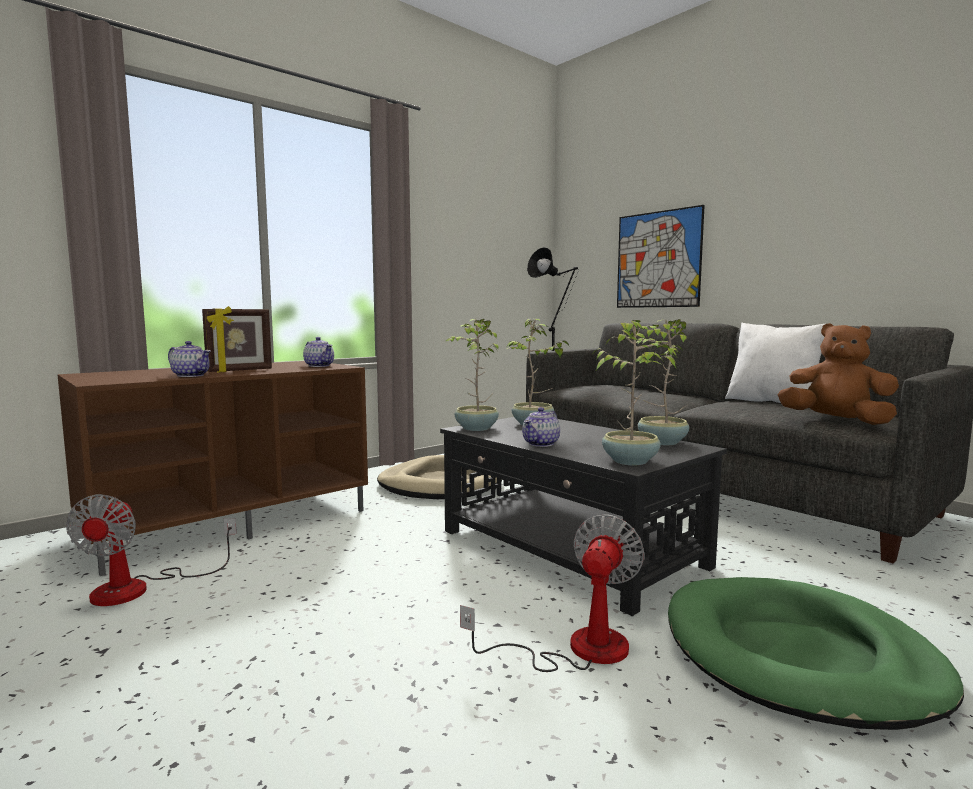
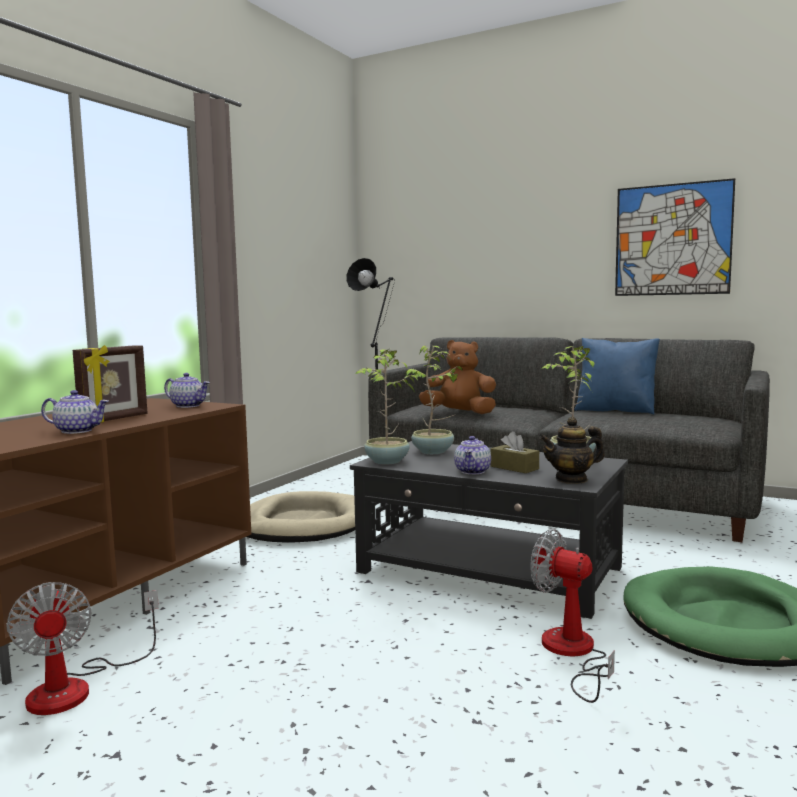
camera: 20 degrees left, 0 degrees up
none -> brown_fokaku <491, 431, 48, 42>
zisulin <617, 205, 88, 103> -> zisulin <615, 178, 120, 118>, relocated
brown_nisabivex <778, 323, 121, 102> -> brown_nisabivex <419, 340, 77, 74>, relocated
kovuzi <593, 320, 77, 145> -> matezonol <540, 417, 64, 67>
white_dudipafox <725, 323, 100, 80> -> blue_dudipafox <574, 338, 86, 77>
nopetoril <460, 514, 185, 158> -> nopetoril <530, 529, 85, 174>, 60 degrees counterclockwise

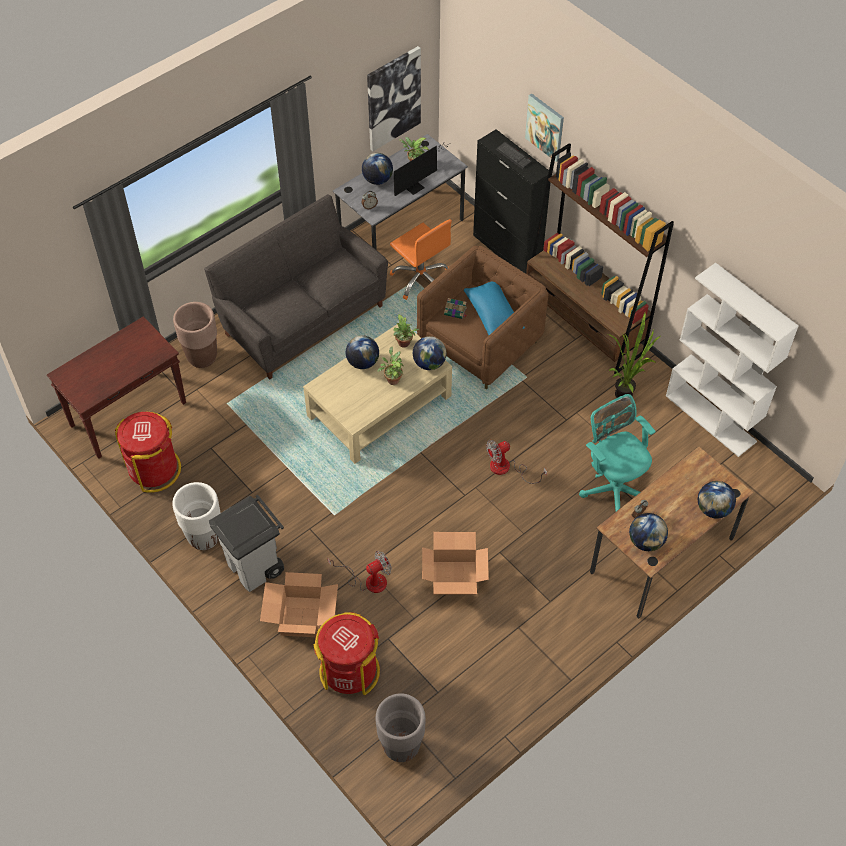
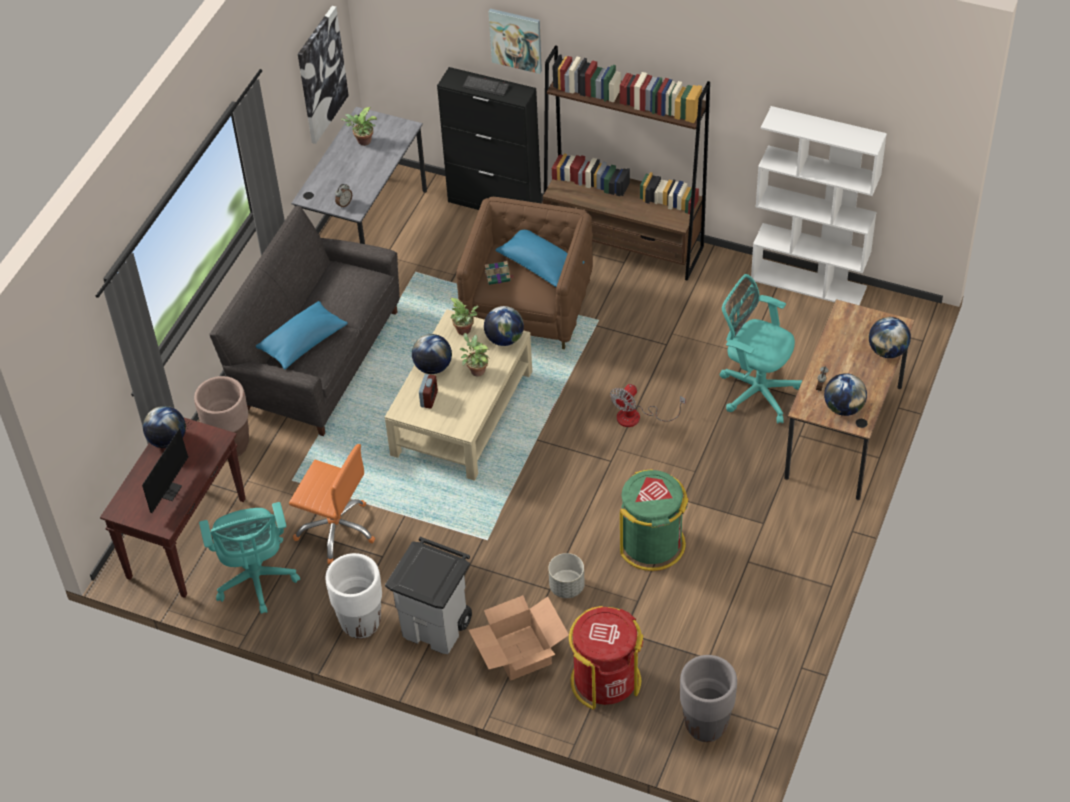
camera: 25 degrees left, 5 degrees down
kovuzi <606, 313, 54, 85> -> none
none -> blue_dudipafox <256, 301, 92, 68>
none -> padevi <419, 374, 19, 35>
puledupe <362, 153, 31, 32> -> puledupe <143, 406, 43, 42>, relocated
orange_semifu <390, 219, 62, 81> -> orange_semifu <289, 444, 86, 120>, relocated
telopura <394, 143, 50, 53> -> telopura <142, 421, 49, 92>, relocated
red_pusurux <115, 412, 66, 80> -> turquoise_semifu <199, 502, 101, 112>
nopetoril <327, 551, 65, 42> -> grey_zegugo <548, 553, 37, 45>
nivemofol <422, 532, 67, 63> -> green_pusurux <620, 469, 68, 102>

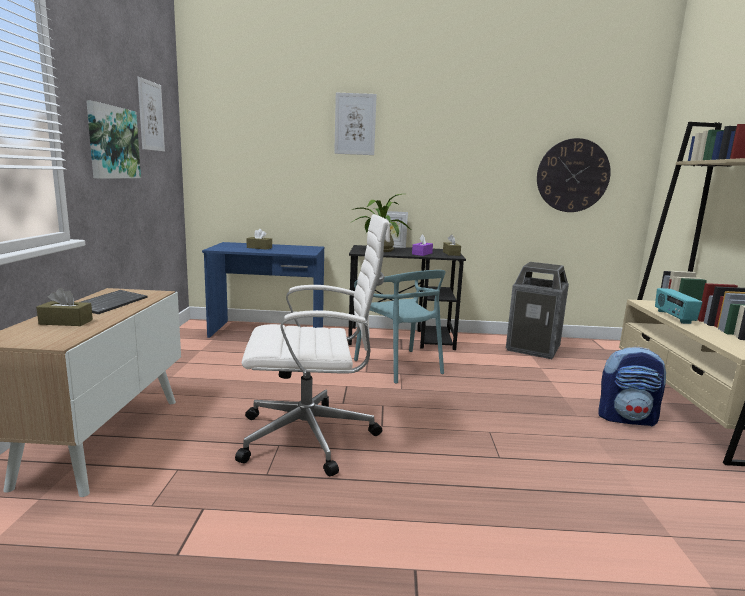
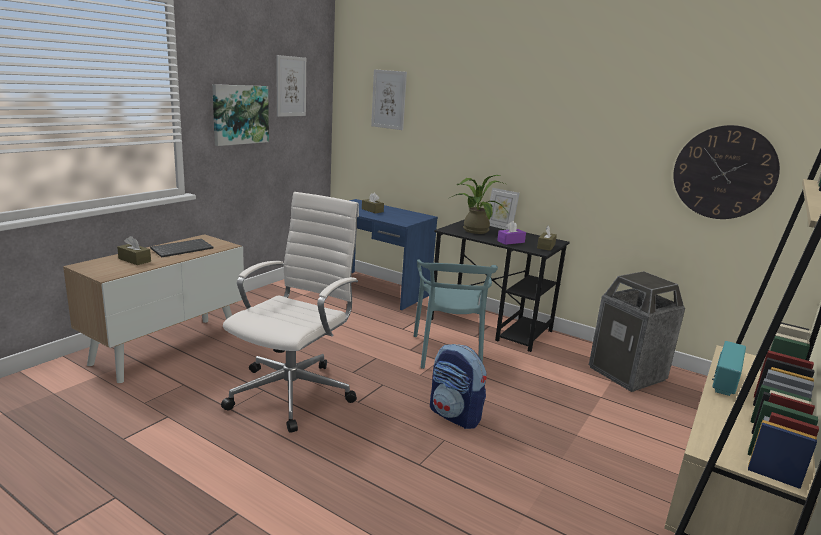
camera: 30 degrees right, 5 degrees up
zisulin <334, 93, 43, 62> -> zisulin <371, 69, 36, 61>, relocated
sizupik <598, 347, 68, 80> -> sizupik <430, 344, 57, 85>, relocated
white_semifu <235, 214, 155, 262> -> white_semifu <221, 192, 138, 241>, 90 degrees counterclockwise

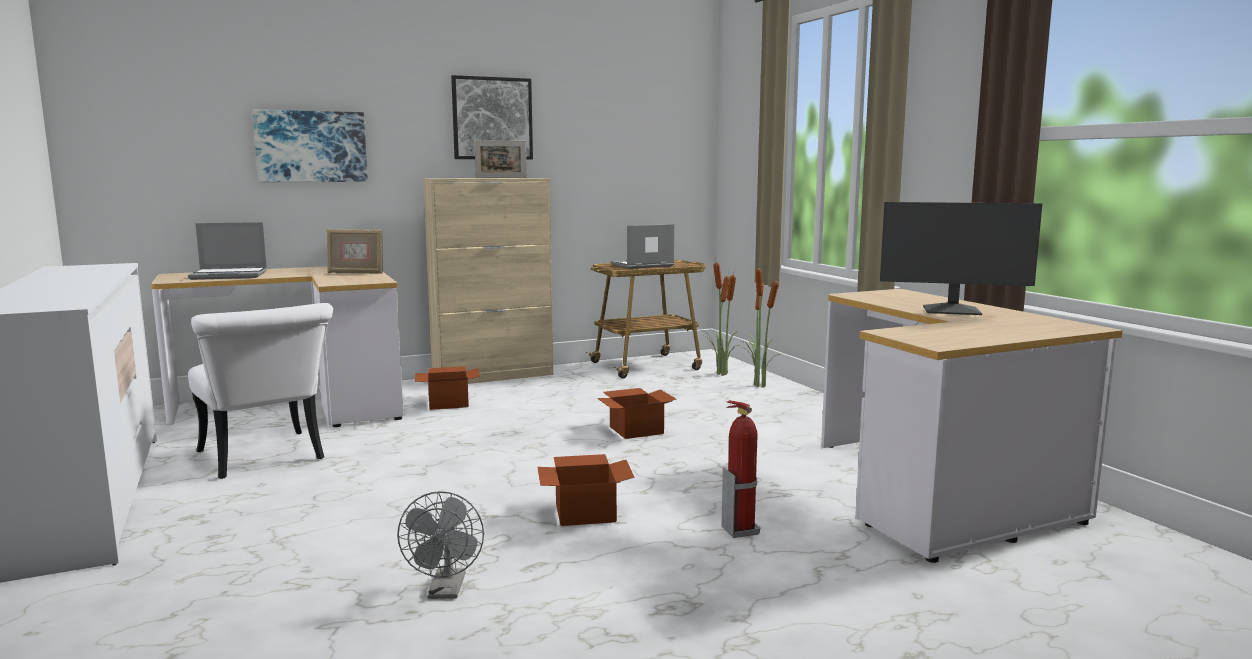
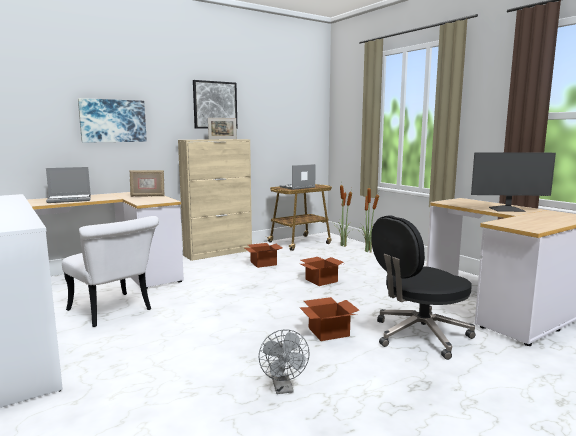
camera: 10 degrees left, 0 degrees up
nivemofol <415, 366, 65, 44> -> nivemofol <245, 243, 38, 25>, relocated
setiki <721, 400, 39, 138> -> black_semifu <371, 215, 105, 145>

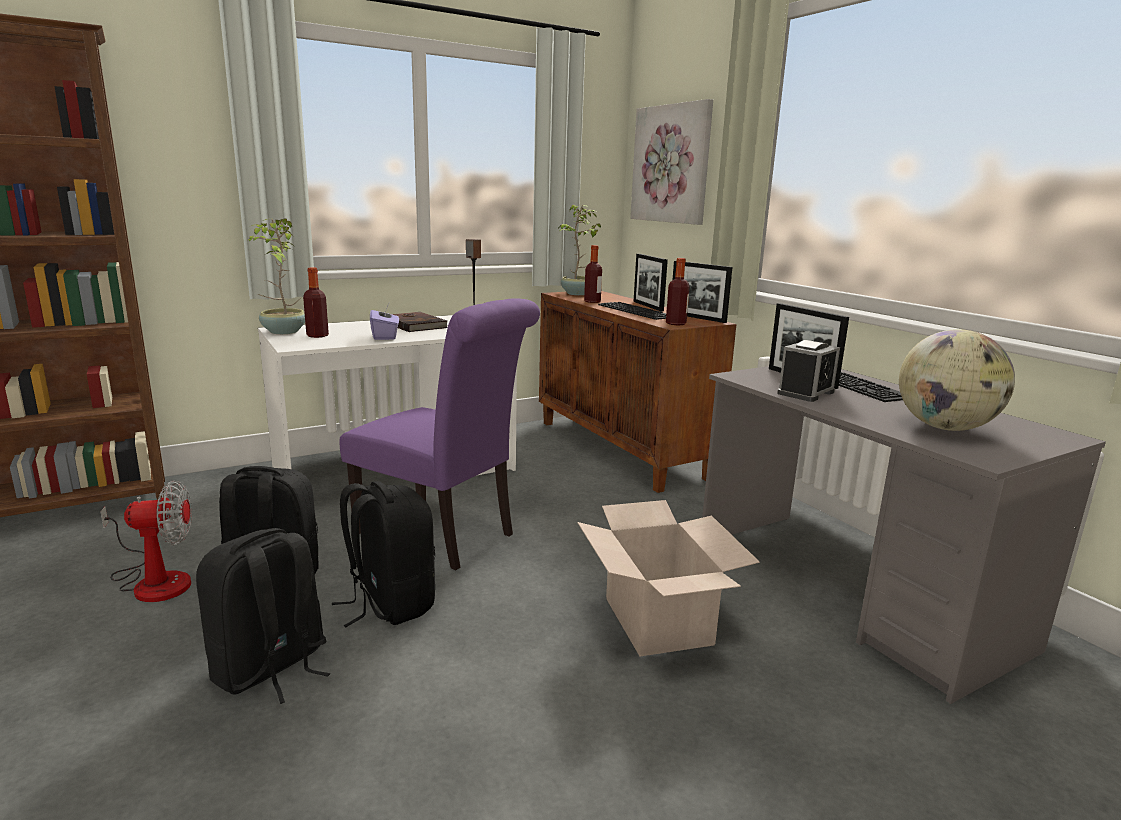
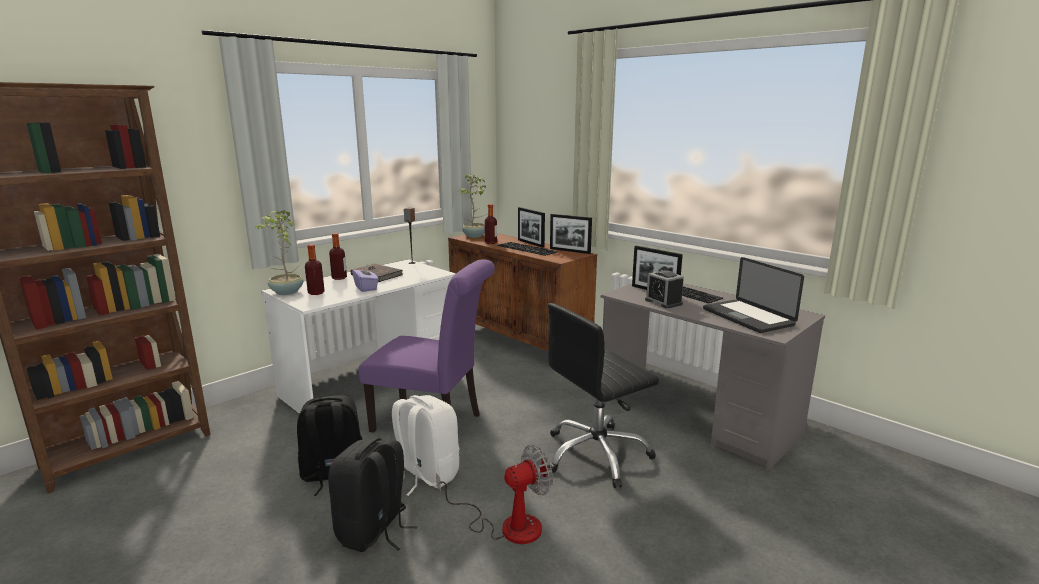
camera: 15 degrees left, 0 degrees up
zisulin <630, 99, 83, 126> -> none
nopetoril <100, 480, 92, 122> -> nopetoril <436, 445, 117, 99>, relocated
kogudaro <666, 258, 24, 68> -> kogudaro <329, 233, 18, 47>, relocated
nivemofol <577, 500, 183, 156> -> black_semifu <548, 303, 111, 185>
puledupe <899, 329, 116, 102> -> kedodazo <703, 257, 101, 76>
black_sizupik <332, 481, 103, 146> -> white_sizupik <392, 395, 67, 101>
padevi <777, 340, 63, 62> -> padevi <645, 270, 39, 38>, 120 degrees clockwise

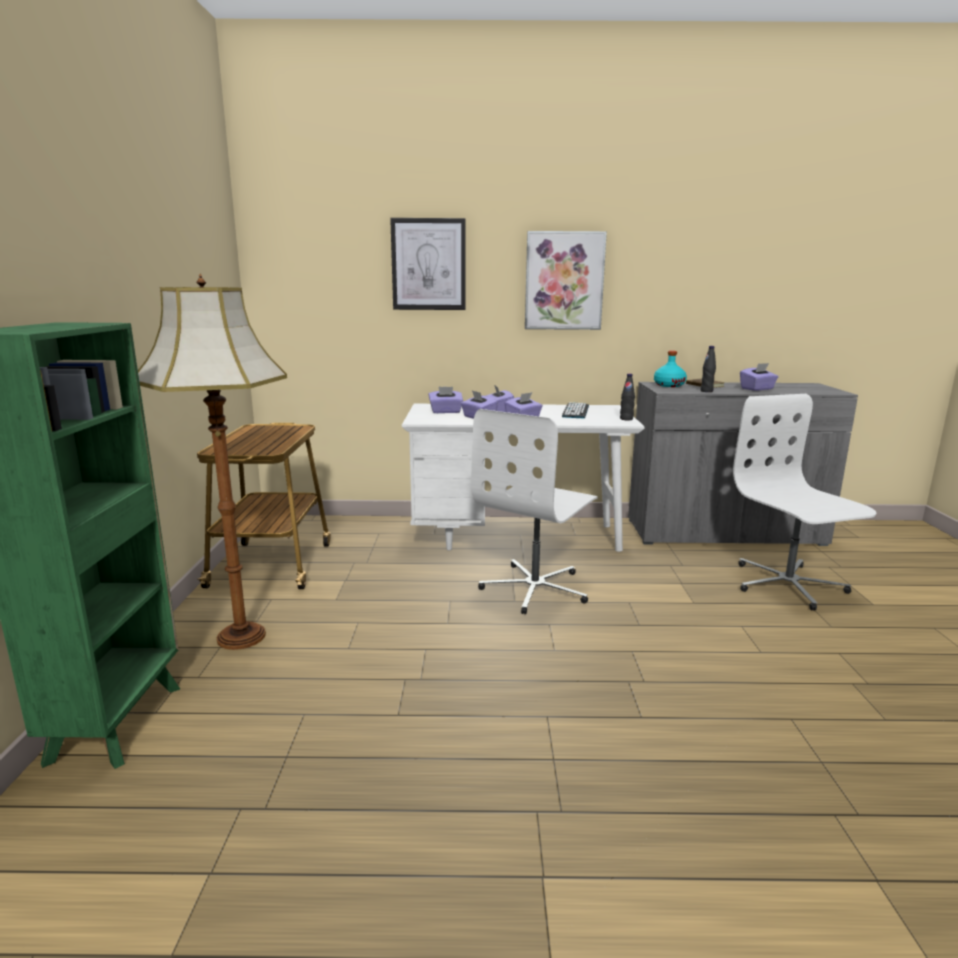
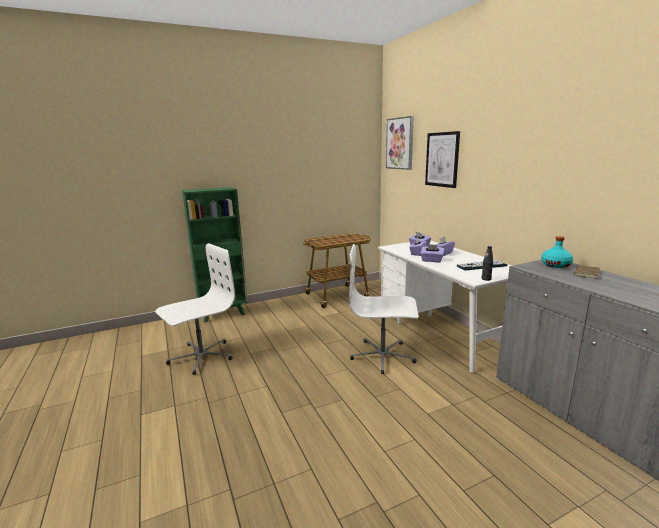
camera: 65 degrees right, 0 degrees up
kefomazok <138, 274, 149, 376> -> none
black_kogudaro <700, 346, 16, 46> -> none
purple_fokaku <740, 363, 39, 28> -> none
zisulin <525, 231, 82, 99> -> zisulin <386, 116, 28, 54>, relocated
white_semifu <733, 394, 143, 217> -> white_semifu <155, 243, 80, 132>, relocated

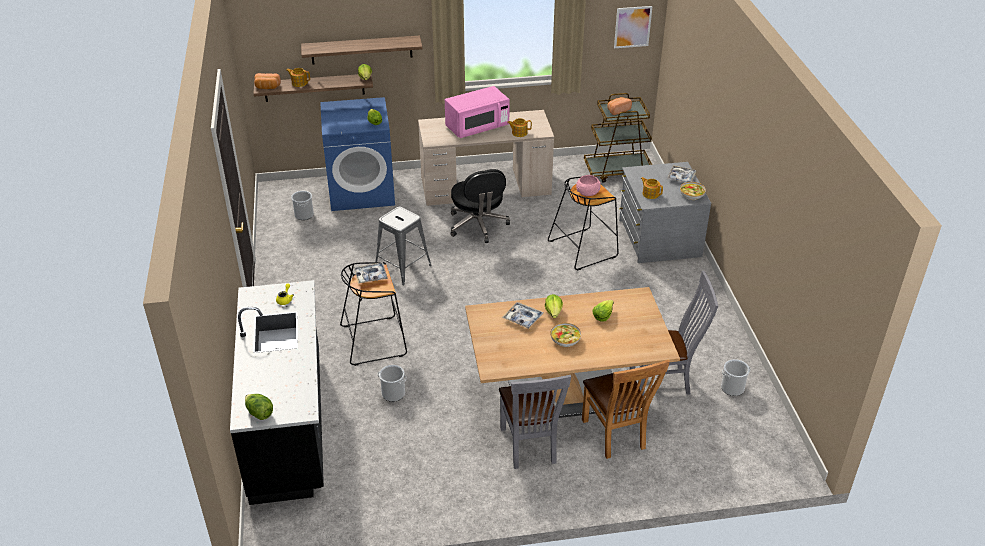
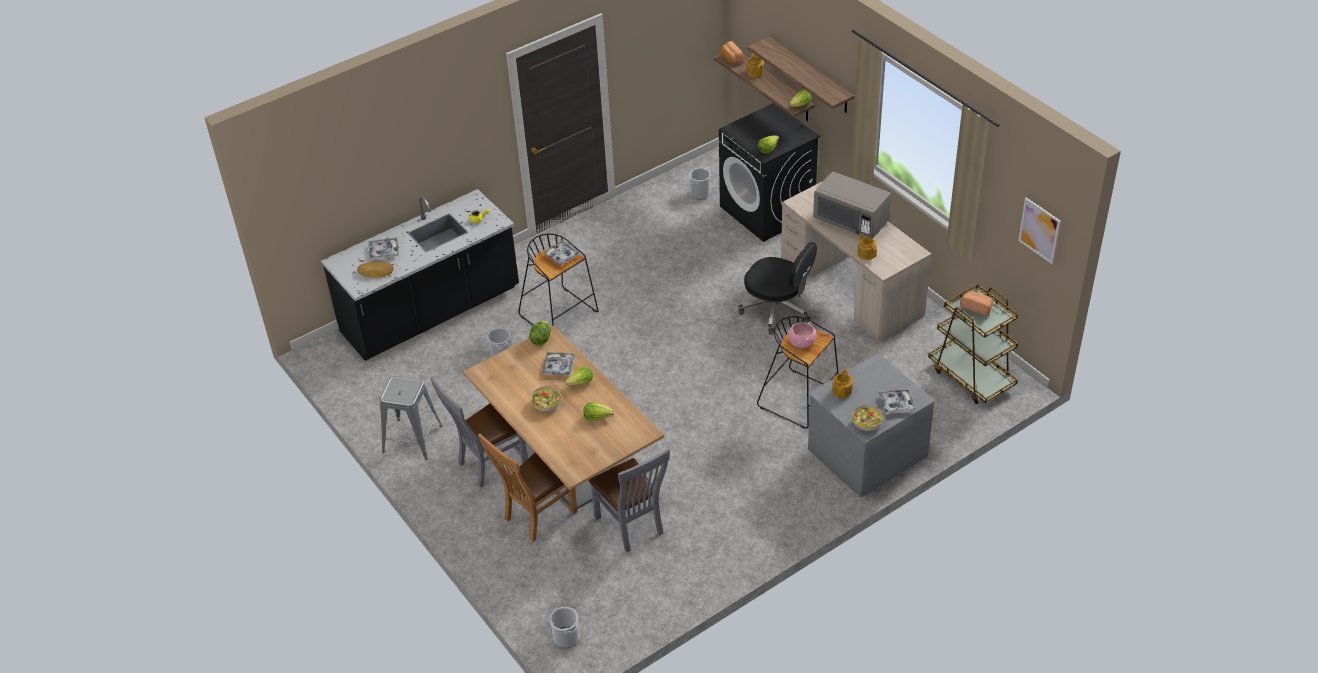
camera: 65 degrees right, 5 degrees up
none -> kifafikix <357, 262, 37, 16>
none -> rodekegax <369, 238, 30, 21>
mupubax <245, 394, 28, 26> -> mupubax <529, 320, 22, 25>, relocated
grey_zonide <375, 207, 57, 78> -> grey_zonide <380, 376, 62, 84>, relocated
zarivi <721, 359, 30, 37> -> zarivi <550, 607, 30, 41>, relocated
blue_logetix <320, 97, 75, 114> -> black_logetix <719, 103, 101, 139>
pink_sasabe <445, 86, 65, 52> -> grey_sasabe <813, 171, 78, 67>
black_semifu <451, 169, 59, 74> -> black_semifu <738, 242, 79, 93>, 105 degrees counterclockwise

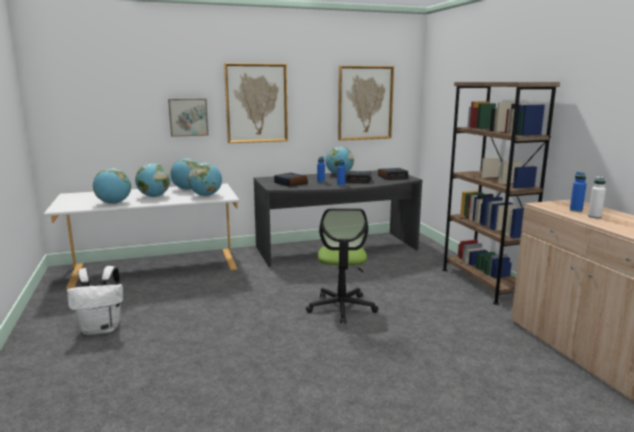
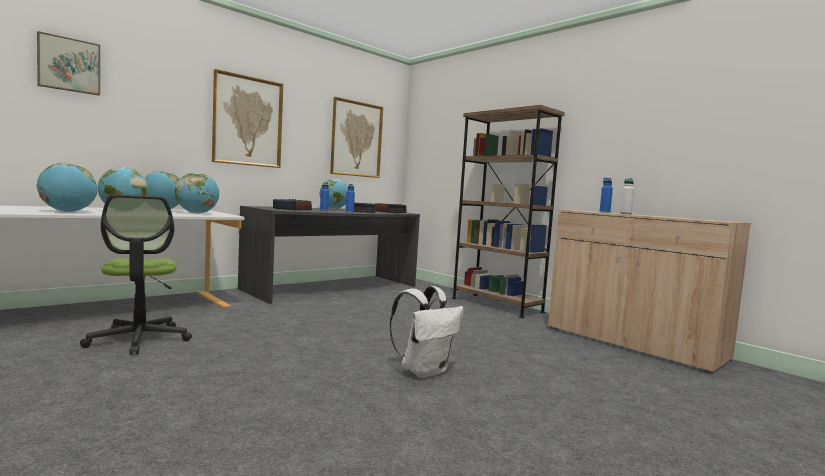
camera: 25 degrees left, 10 degrees down
white_sizupik <67, 266, 56, 69> -> white_sizupik <389, 286, 75, 92>, relocated
zisulin <168, 99, 40, 38> -> zisulin <37, 31, 63, 64>, relocated
semifu <306, 208, 72, 116> -> semifu <80, 194, 112, 161>, relocated

